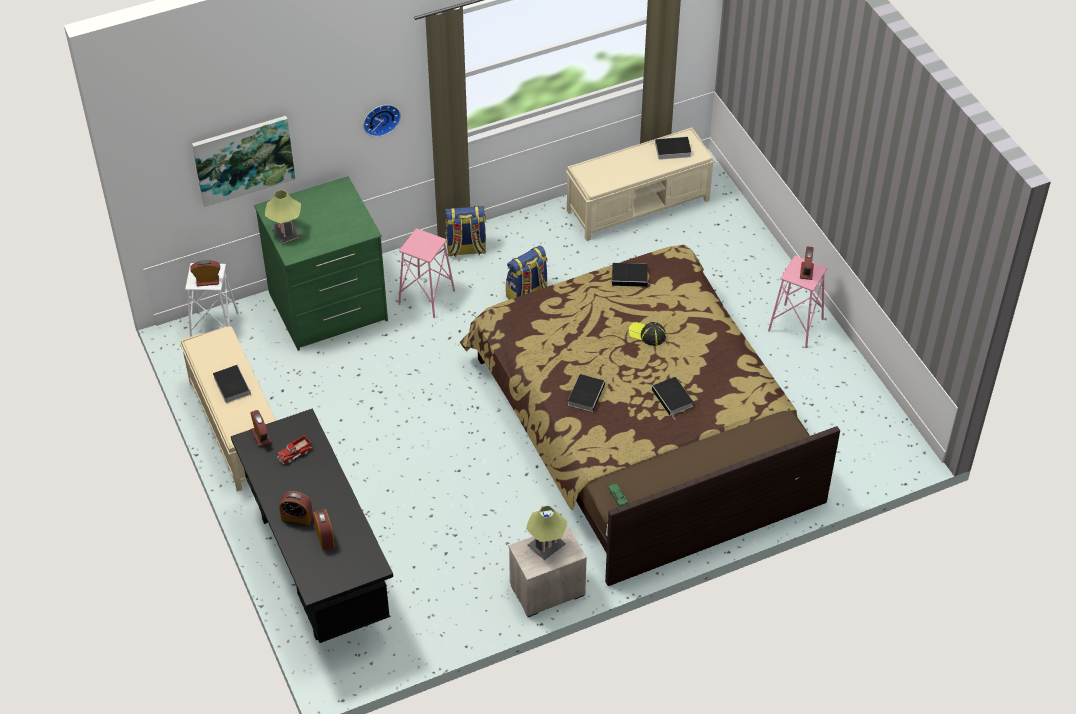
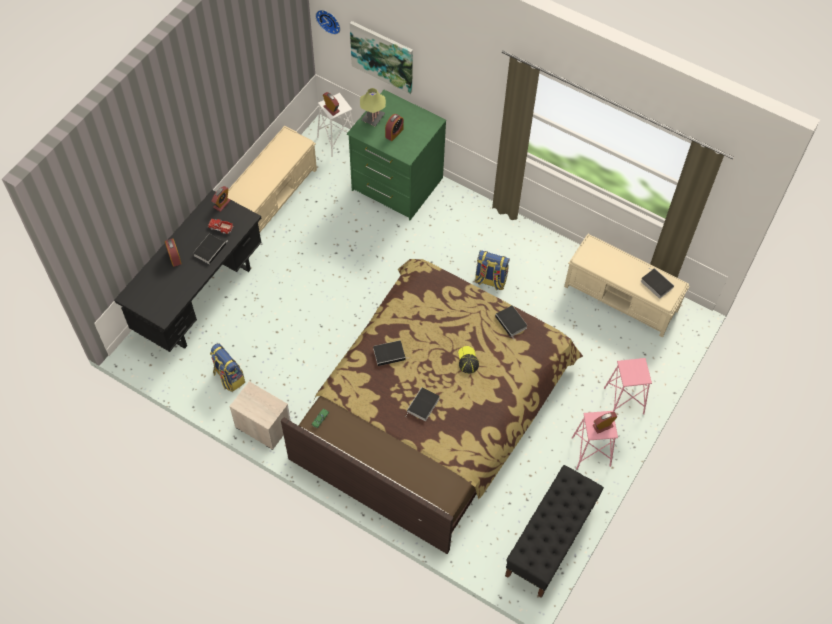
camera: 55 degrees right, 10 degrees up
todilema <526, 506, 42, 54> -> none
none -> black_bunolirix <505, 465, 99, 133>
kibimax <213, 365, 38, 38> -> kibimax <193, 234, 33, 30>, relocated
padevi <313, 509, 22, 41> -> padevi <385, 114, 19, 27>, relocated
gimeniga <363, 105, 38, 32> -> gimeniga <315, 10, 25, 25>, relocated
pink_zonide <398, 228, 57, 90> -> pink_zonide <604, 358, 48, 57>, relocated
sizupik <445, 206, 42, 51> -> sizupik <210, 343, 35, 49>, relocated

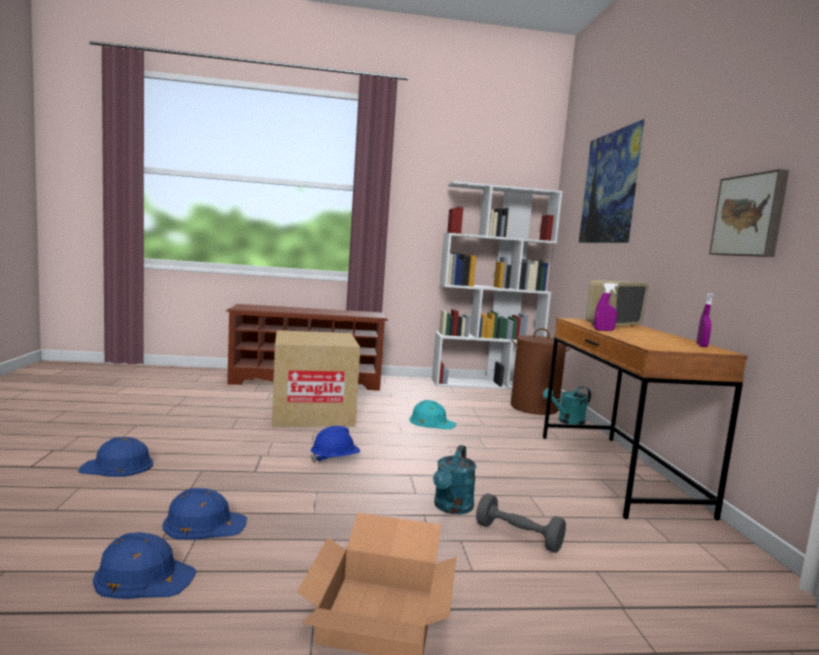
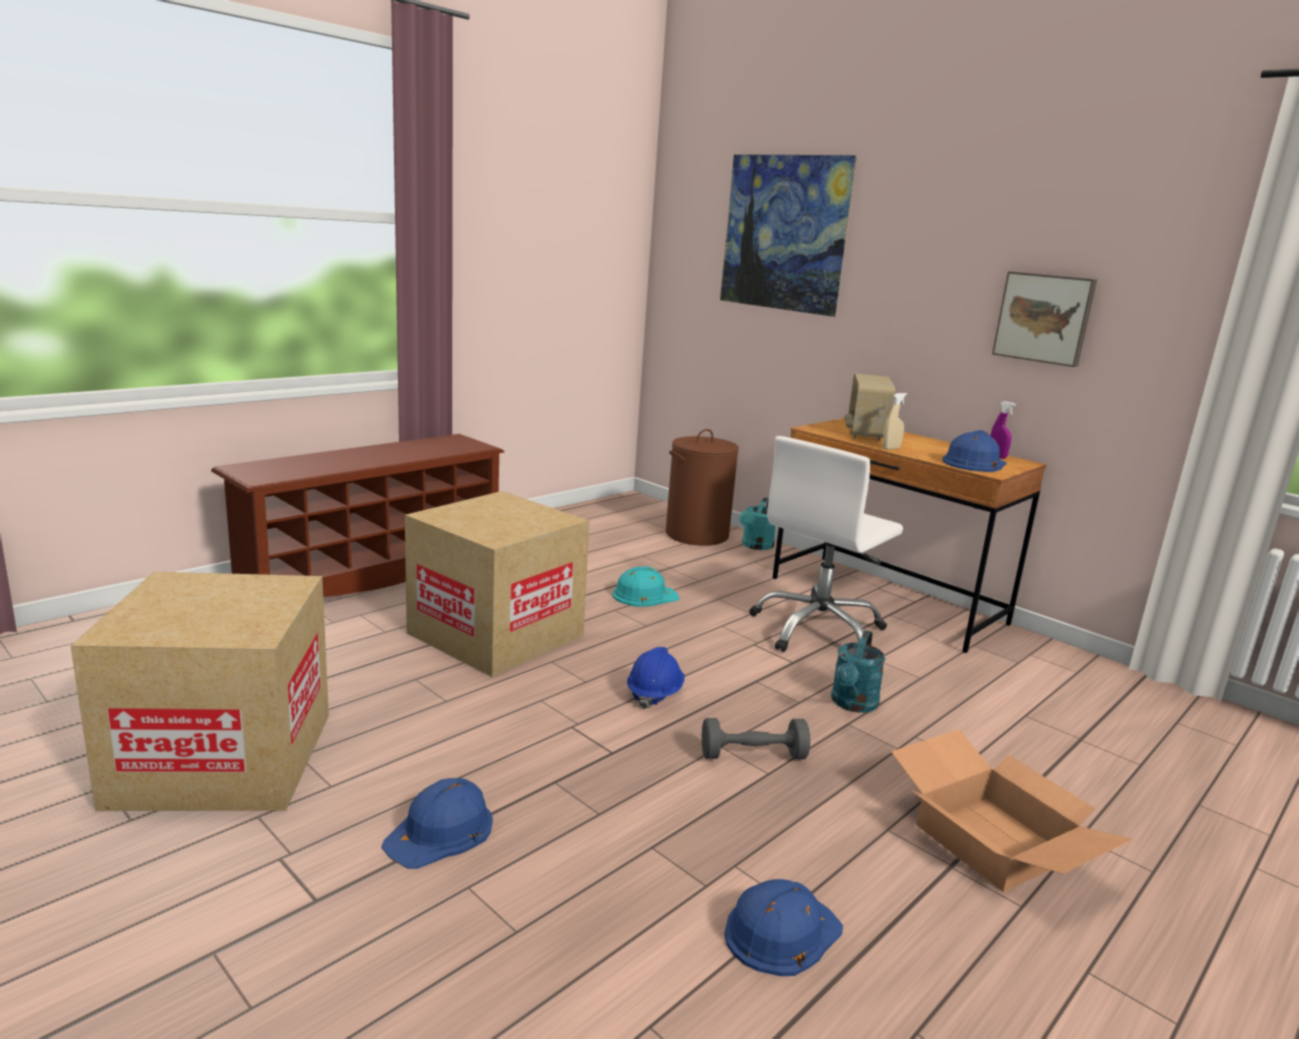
camera: 40 degrees left, 10 degrees up
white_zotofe <432, 181, 131, 209> -> none
none -> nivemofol <71, 572, 258, 239>
none -> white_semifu <749, 436, 154, 216>
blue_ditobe <163, 488, 84, 52> -> blue_ditobe <942, 430, 65, 42>, relocated
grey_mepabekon <476, 493, 90, 60> -> grey_mepabekon <702, 718, 108, 41>, relocated
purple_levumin <594, 283, 24, 48> -> beige_levumin <882, 393, 25, 57>
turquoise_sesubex <433, 445, 44, 69> -> turquoise_sesubex <831, 630, 55, 83>, 45 degrees clockwise

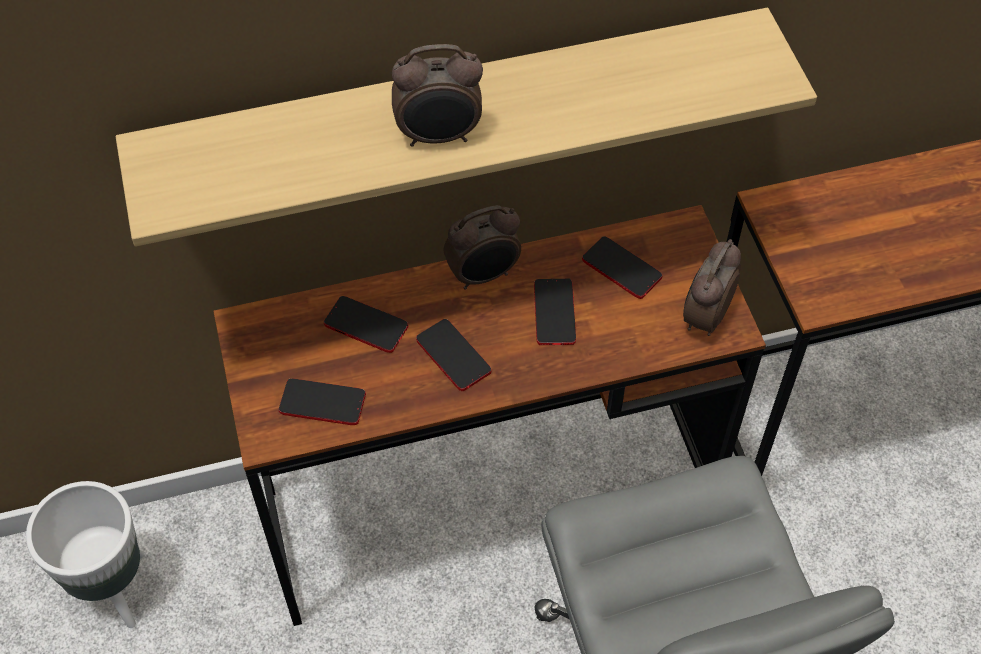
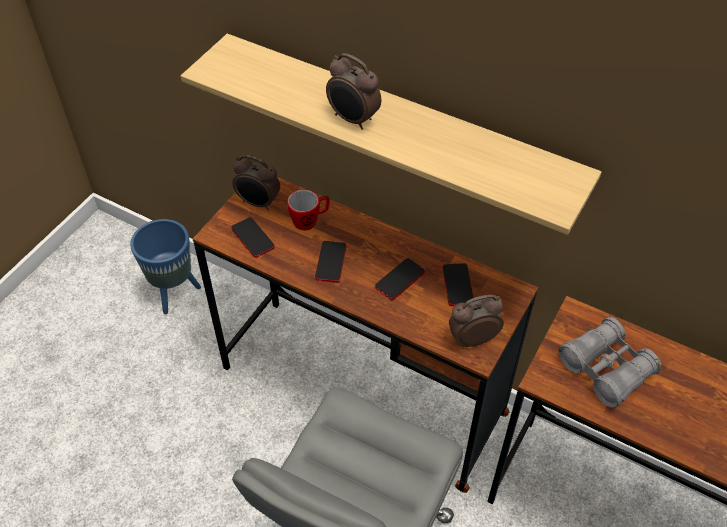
camera: 45 degrees right, 5 degrees down
none -> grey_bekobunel <558, 317, 104, 91>
padevi <444, 205, 77, 84> -> padevi <232, 155, 48, 56>, relocated
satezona <324, 296, 85, 57> -> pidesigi <287, 189, 43, 42>
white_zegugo <26, 481, 118, 147> -> blue_zegugo <130, 219, 71, 95>

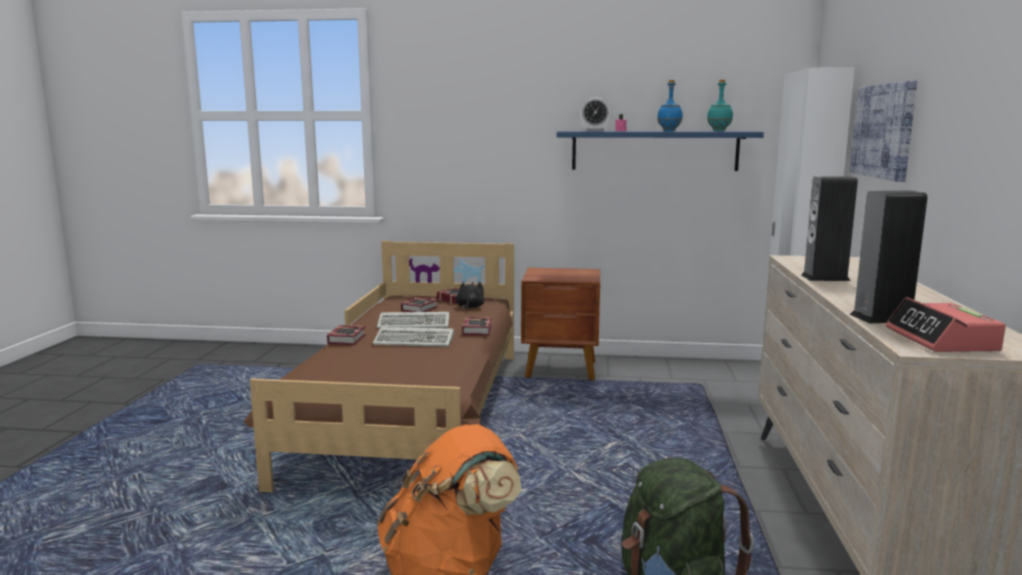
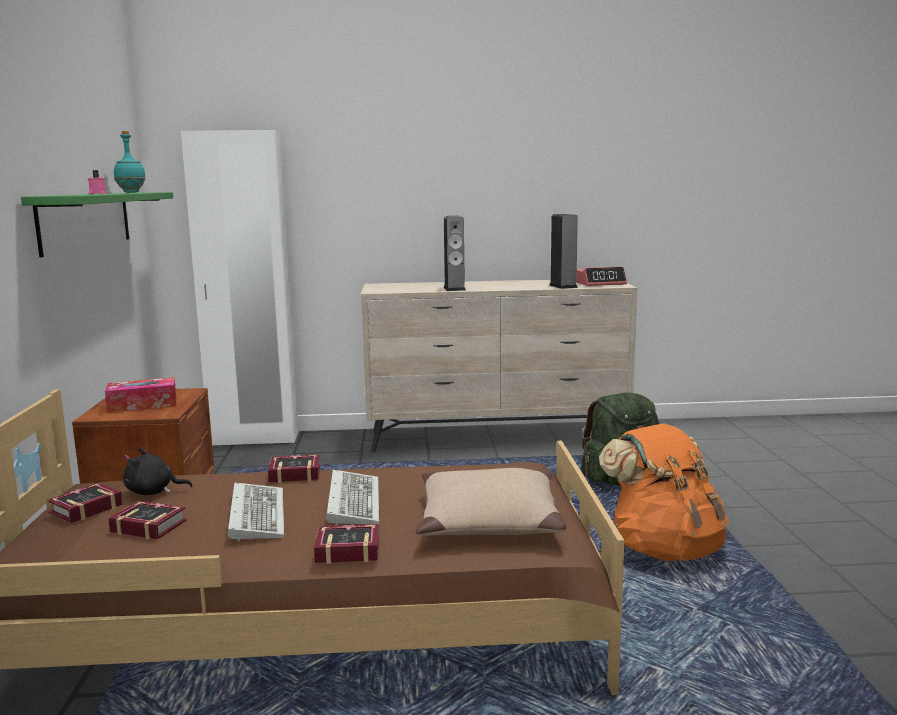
camera: 100 degrees left, 0 degrees up
padevi <581, 97, 30, 34> -> none
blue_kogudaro <657, 80, 26, 51> -> none
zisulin <850, 80, 67, 102> -> none
none -> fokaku <105, 377, 71, 36>
none -> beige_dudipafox <416, 468, 150, 68>
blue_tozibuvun <557, 131, 207, 40> -> green_tozibuvun <21, 192, 152, 65>

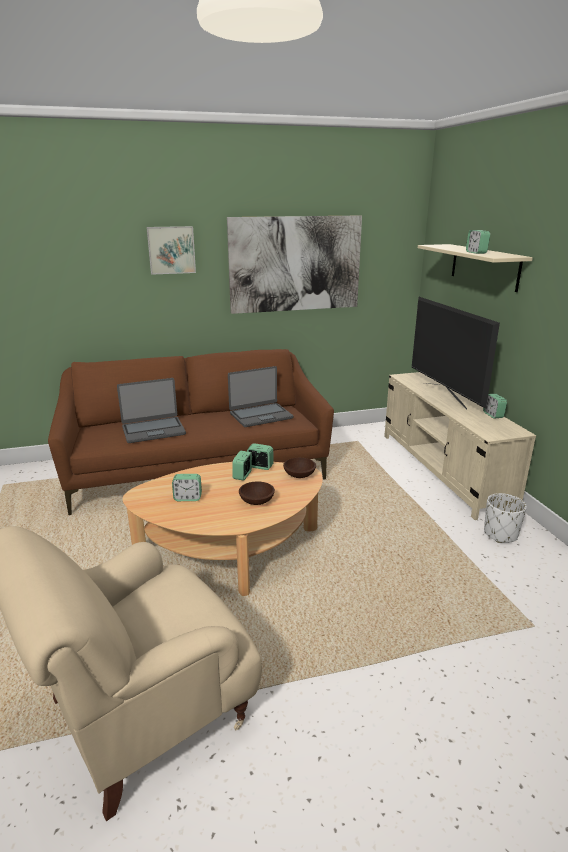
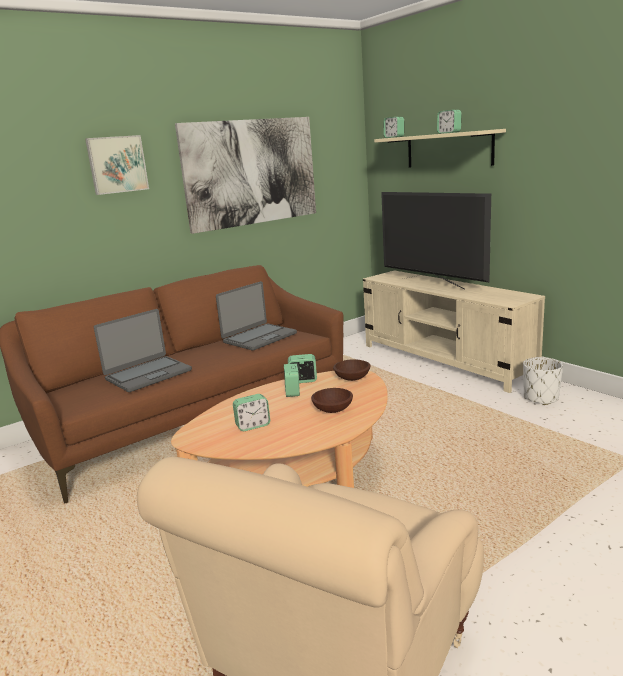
camera: 20 degrees left, 5 degrees down
padevi <483, 394, 24, 25> -> padevi <384, 117, 20, 21>, relocated

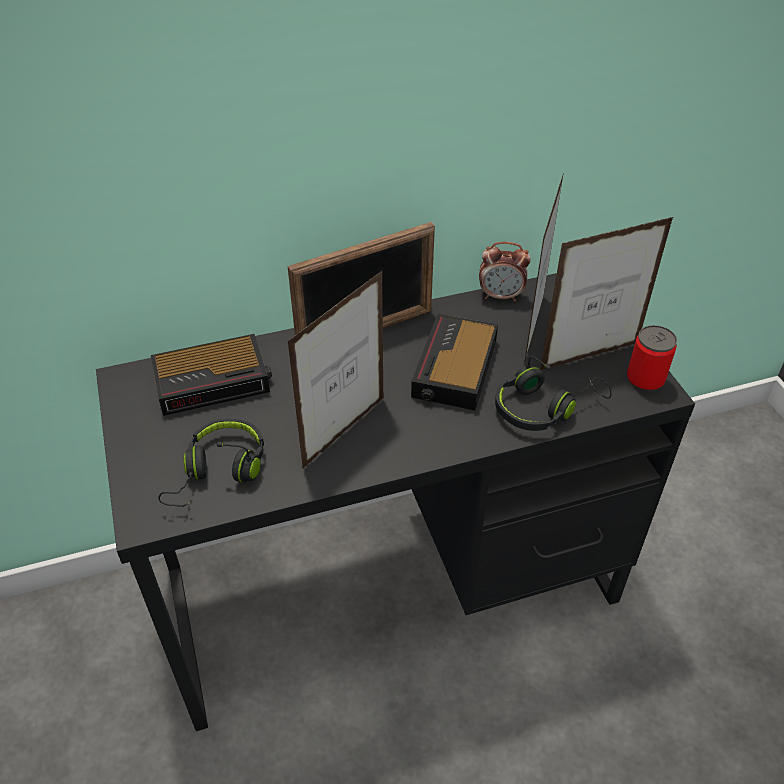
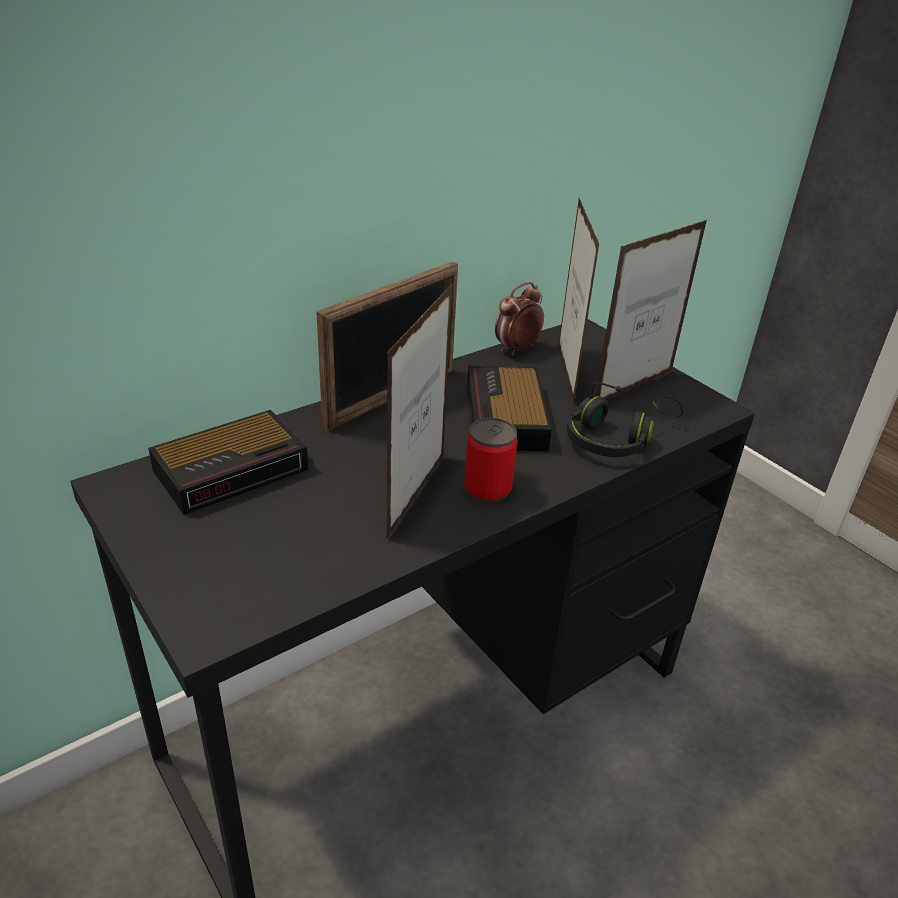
camera: 20 degrees left, 10 degrees down
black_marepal <158, 419, 106, 88> -> none
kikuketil <627, 325, 50, 67> -> kikuketil <464, 418, 53, 85>, relocated
padevi <479, 242, 52, 59> -> padevi <495, 282, 49, 73>, 150 degrees clockwise

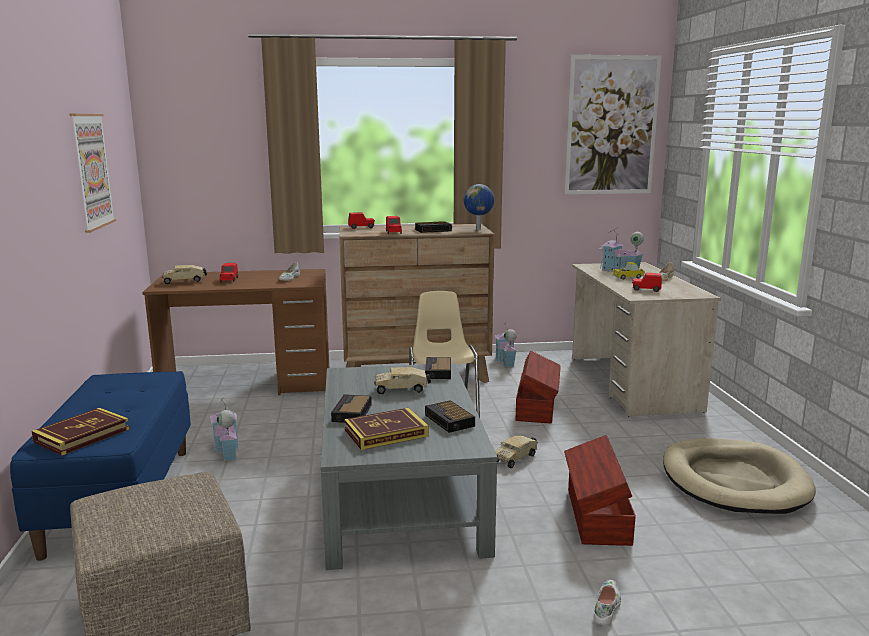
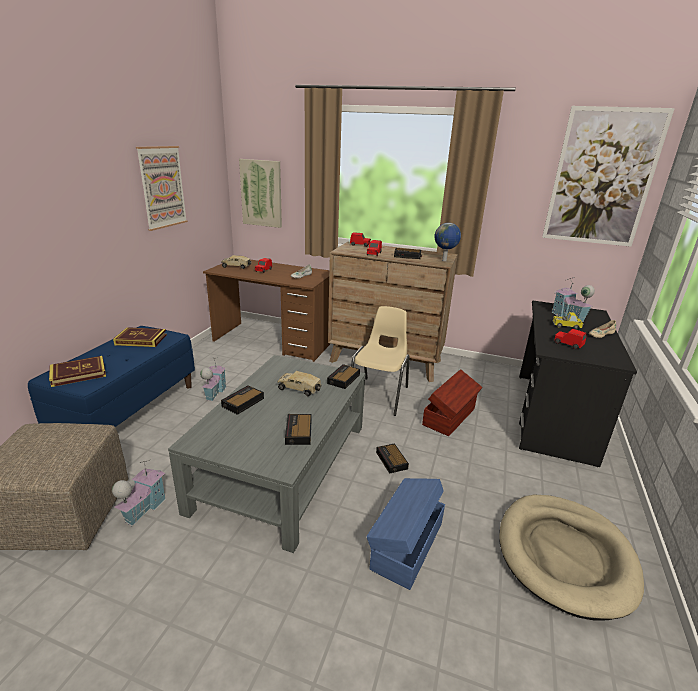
camera: 25 degrees right, 10 degrees up
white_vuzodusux <593, 580, 28, 46> -> none
none -> zisulin <239, 159, 43, 69>
kibimax <344, 408, 84, 42> -> kibimax <113, 327, 54, 20>, relocated
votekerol <495, 324, 22, 43> -> votekerol <112, 459, 54, 67>, relocated
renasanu <495, 435, 43, 33> -> padevi <376, 443, 33, 31>
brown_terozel <564, 435, 72, 111> -> blue_terozel <366, 478, 79, 112>
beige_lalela <572, 262, 149, 155> -> black_lalela <519, 300, 118, 167>

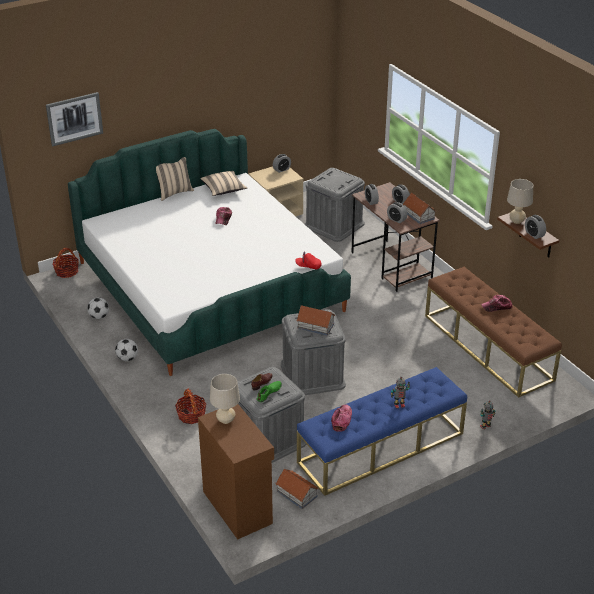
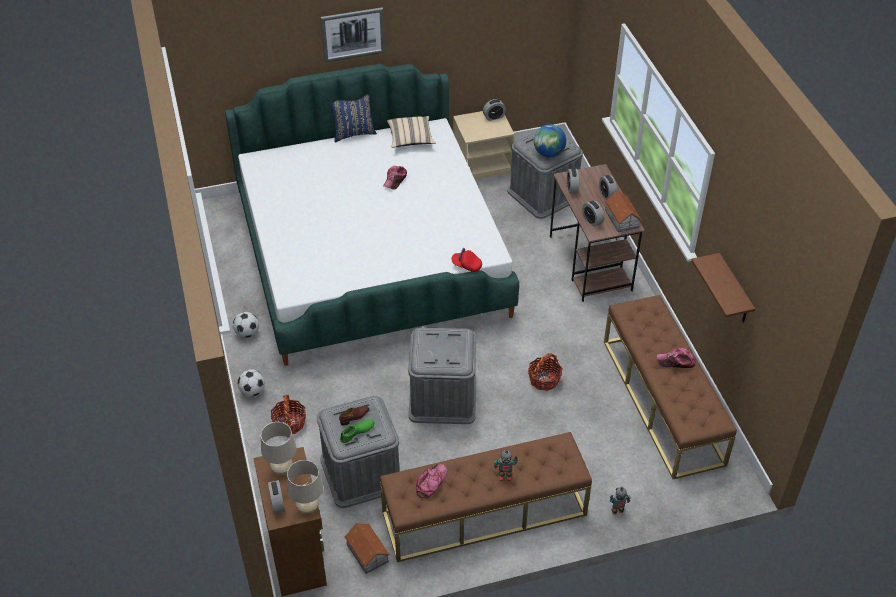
camera: 15 degrees right, 10 degrees up
votekerol <296, 305, 40, 31> -> none
none -> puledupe <534, 124, 32, 33>
zisulin <46, 92, 57, 54> -> zisulin <321, 7, 64, 55>, relocated
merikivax <52, 248, 27, 30> -> merikivax <528, 353, 35, 38>, relocated
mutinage <87, 297, 22, 22> -> mutinage <238, 369, 27, 28>, relocated
beige_todilema <507, 179, 26, 45> -> beige_todilema <287, 460, 36, 54>, relocated
padevi <525, 215, 21, 24> -> padevi <268, 480, 17, 34>, relocated
beige_dudipafox <156, 157, 38, 44> -> blue_dudipafox <331, 95, 46, 47>
blue_bunolirix <297, 367, 170, 129> -> brown_bunolirix <380, 432, 212, 130>

